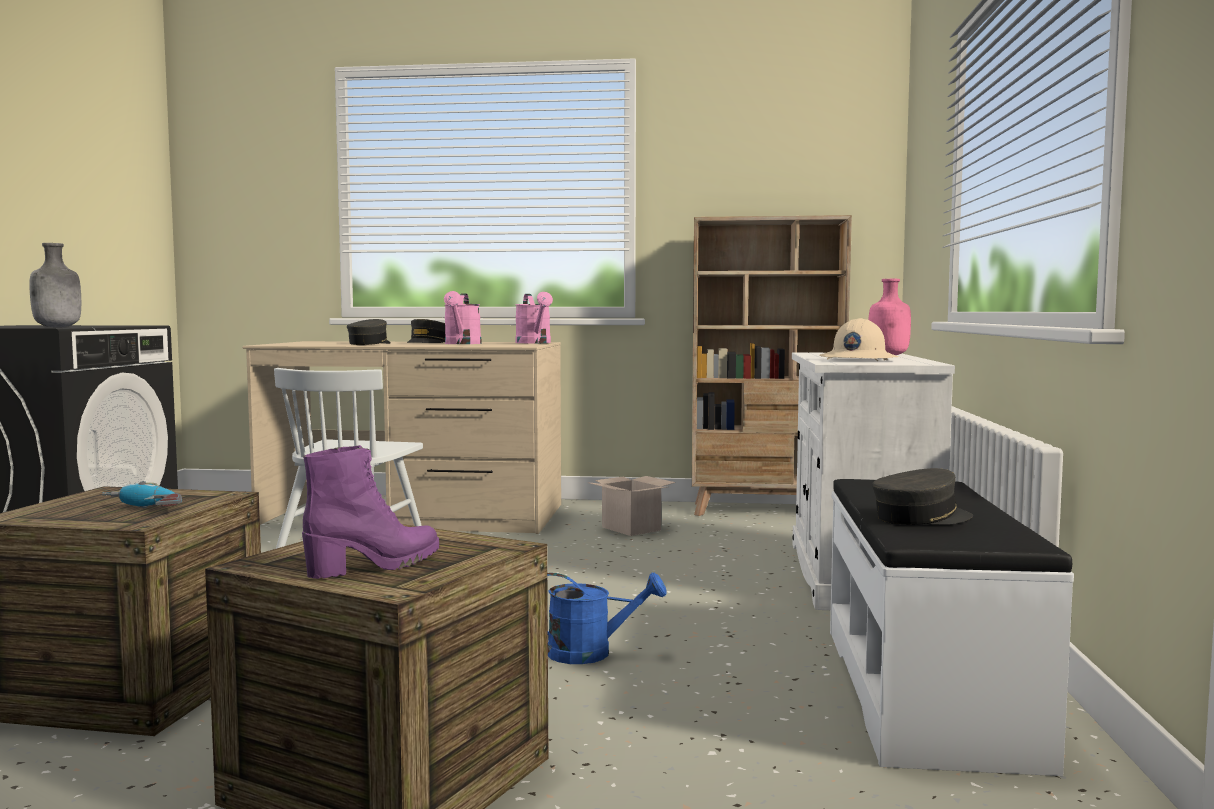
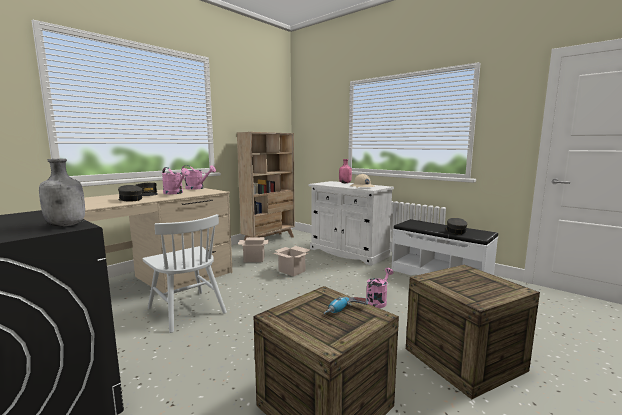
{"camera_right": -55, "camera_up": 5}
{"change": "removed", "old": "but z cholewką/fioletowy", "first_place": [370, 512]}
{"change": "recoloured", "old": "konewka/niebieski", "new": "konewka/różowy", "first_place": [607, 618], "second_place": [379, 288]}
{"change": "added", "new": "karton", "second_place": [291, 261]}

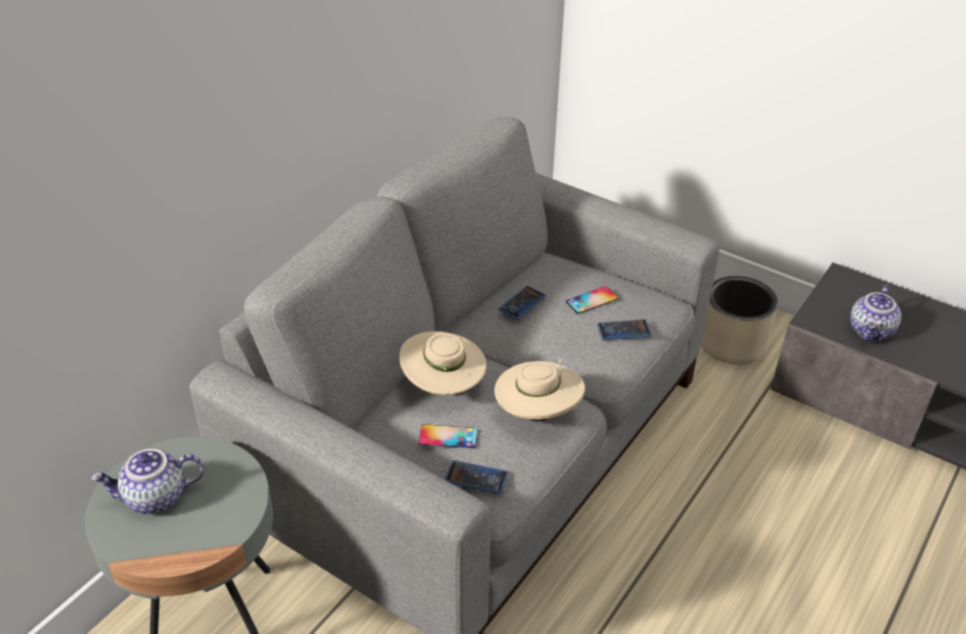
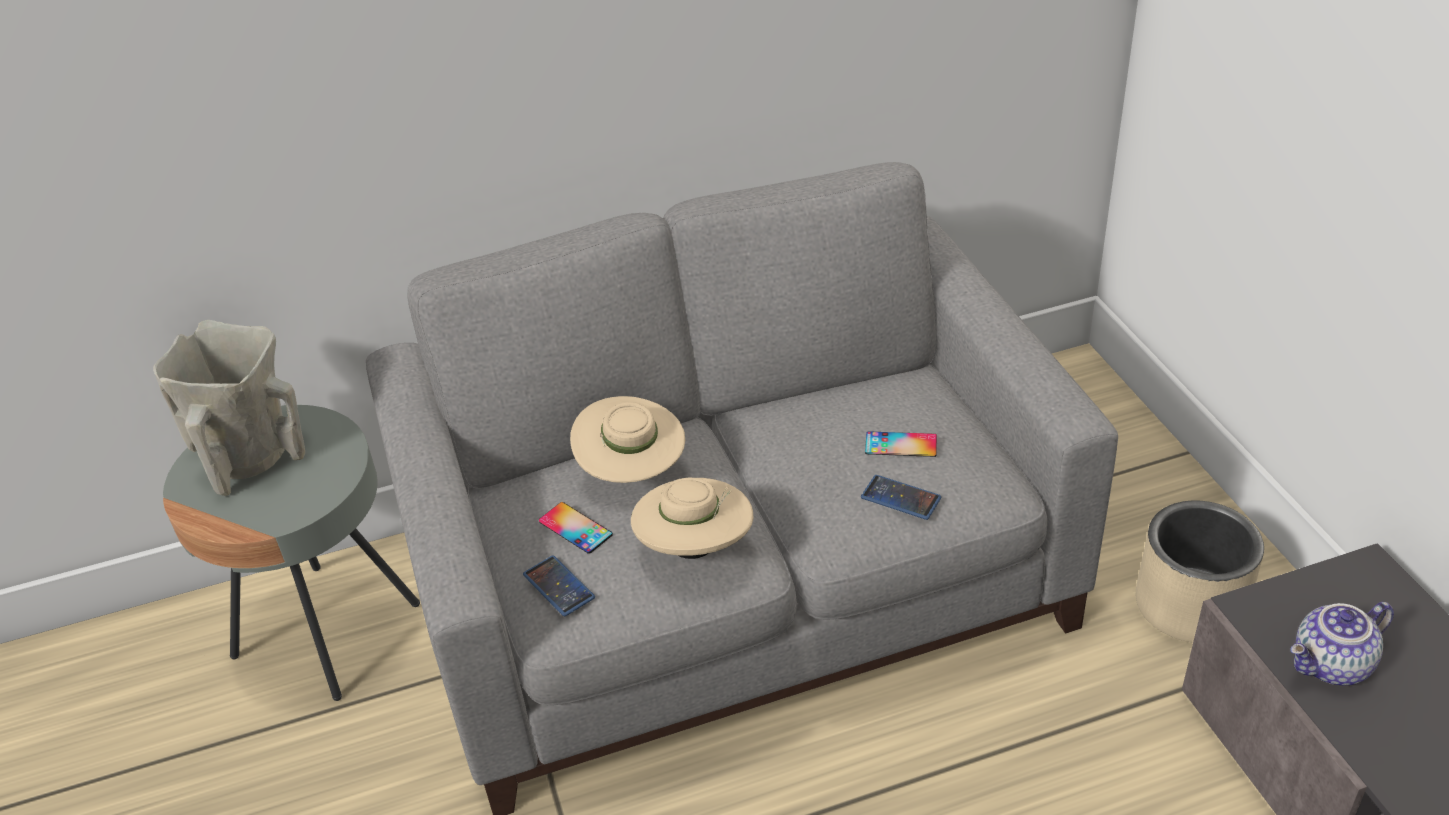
{"camera_right": 40, "camera_up": 0}
{"change": "replaced", "old": "imbryk", "new": "wazon/beżowy", "first_place": [147, 481], "second_place": [229, 408]}
{"change": "removed", "old": "telefon", "first_place": [522, 303]}

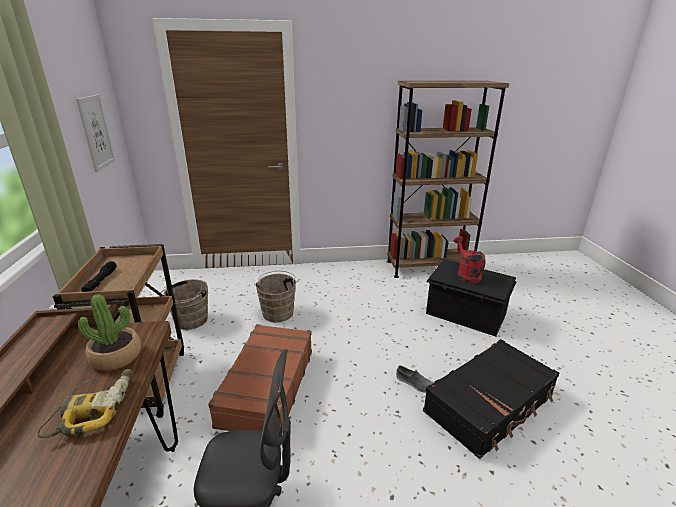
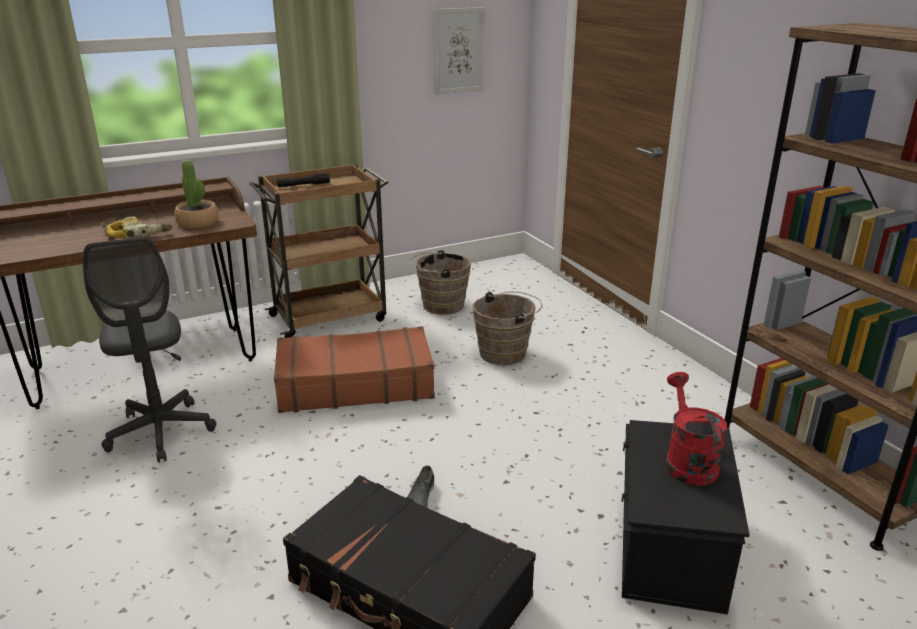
{"camera_right": 70, "camera_up": 0}
{"change": "turned", "old": "konewka/czerwony", "first_place": [469, 259], "second_place": [696, 429], "degrees": -60}

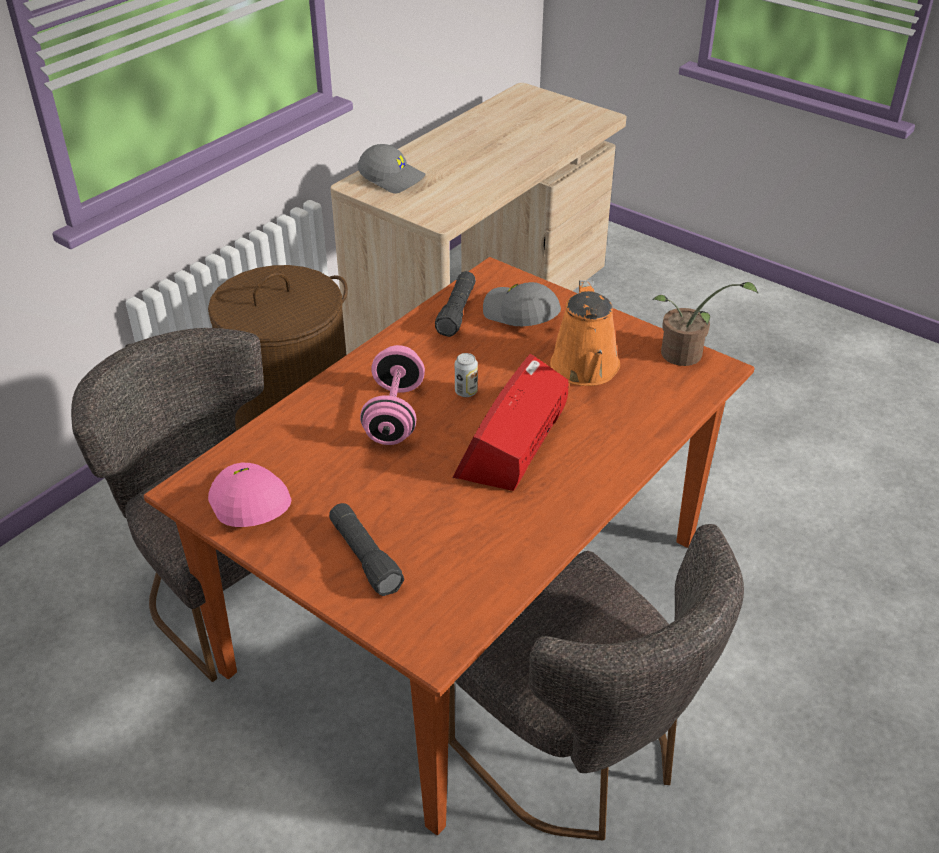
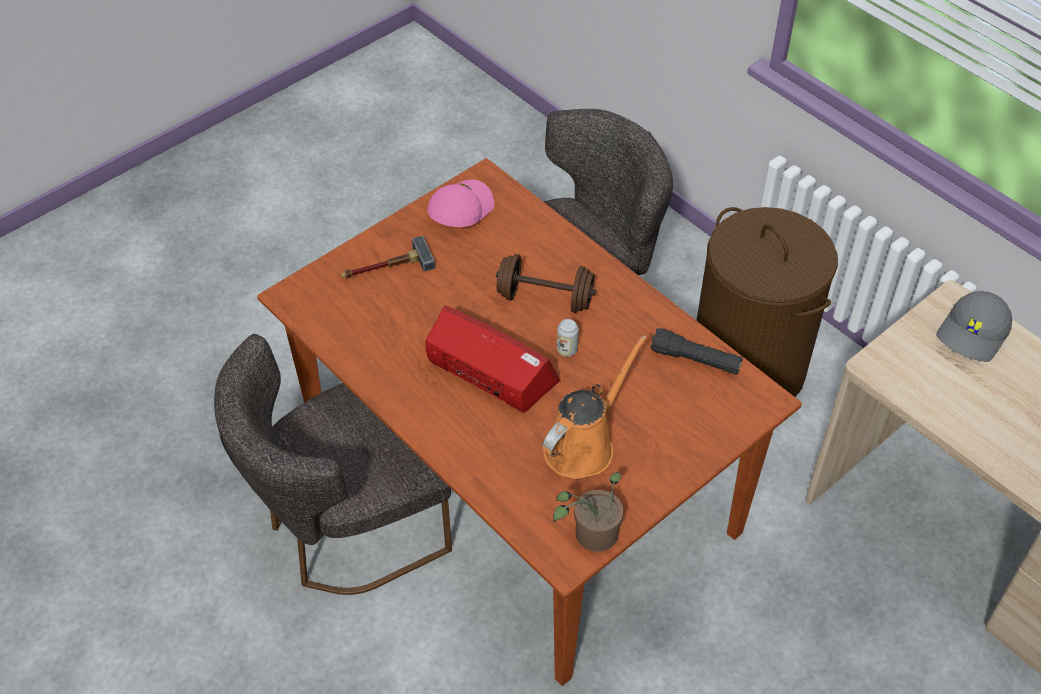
{"camera_right": 100, "camera_up": 10}
{"change": "turned", "old": "czapka z daszkiem/różowy", "first_place": [249, 495], "second_place": [460, 203], "degrees": -45}
{"change": "replaced", "old": "latarka/czarny", "new": "młotek", "first_place": [366, 549], "second_place": [388, 257]}
{"change": "recoloured", "old": "hantel/różowy", "new": "hantel/brązowy", "first_place": [392, 395], "second_place": [546, 283]}
{"change": "removed", "old": "czapka z daszkiem/szary", "first_place": [522, 304]}
{"change": "turned", "old": "konewka/pomarańczowy", "first_place": [585, 333], "second_place": [594, 407], "degrees": 120}

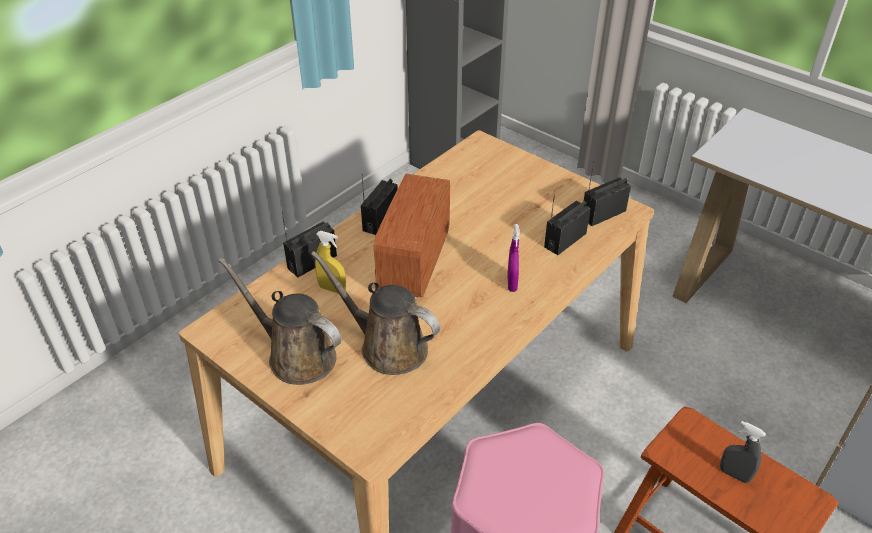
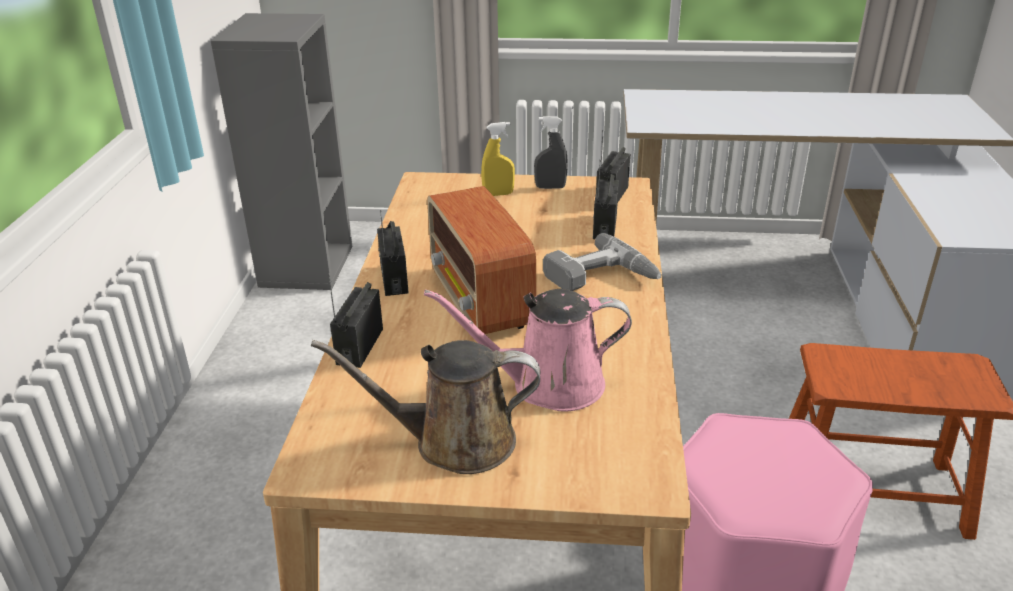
{"camera_right": -35, "camera_up": -10}
{"change": "recoloured", "old": "konewka/brązowy", "new": "konewka/różowy", "first_place": [375, 313], "second_place": [528, 350]}
{"change": "moved", "old": "spryskiwacz/żółty", "first_place": [330, 262], "second_place": [498, 159]}
{"change": "replaced", "old": "spryskiwacz/fioletowy", "new": "wiertarka", "first_place": [513, 258], "second_place": [602, 262]}
{"change": "moved", "old": "spryskiwacz/szary", "first_place": [743, 452], "second_place": [551, 152]}

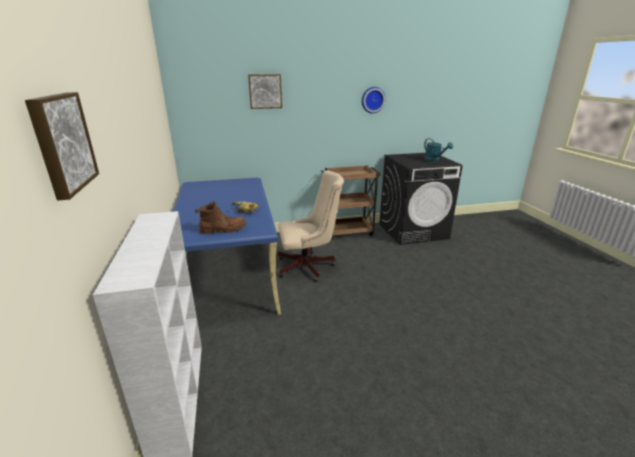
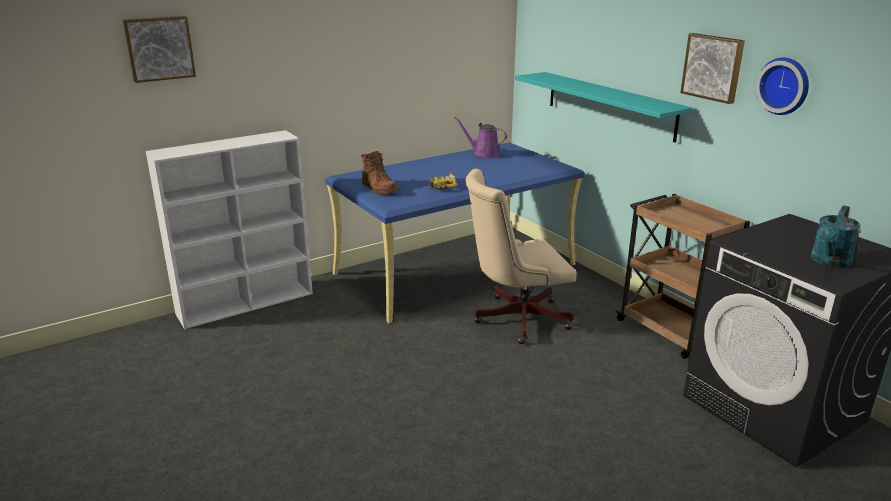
{"camera_right": 70, "camera_up": 0}
{"change": "moved", "old": "obraz", "first_place": [265, 91], "second_place": [712, 68]}
{"change": "turned", "old": "krzesło biurowe/beżowy", "first_place": [311, 226], "second_place": [521, 256], "degrees": 105}
{"change": "added", "new": "konewka/fioletowy", "second_place": [480, 138]}
{"change": "added", "new": "półka/turkusowy", "second_place": [604, 107]}

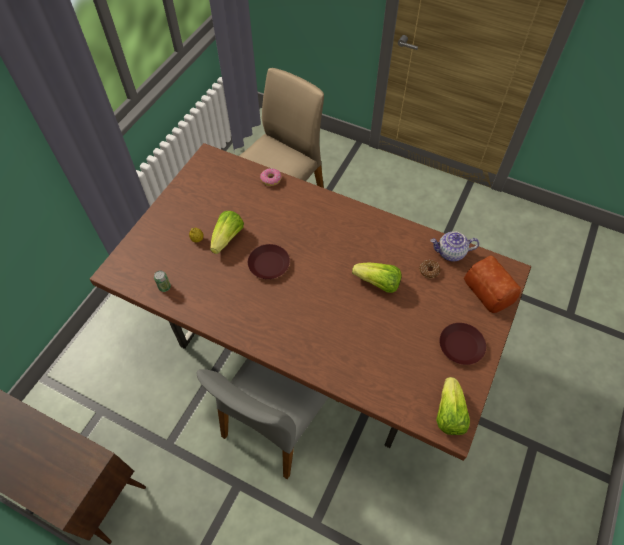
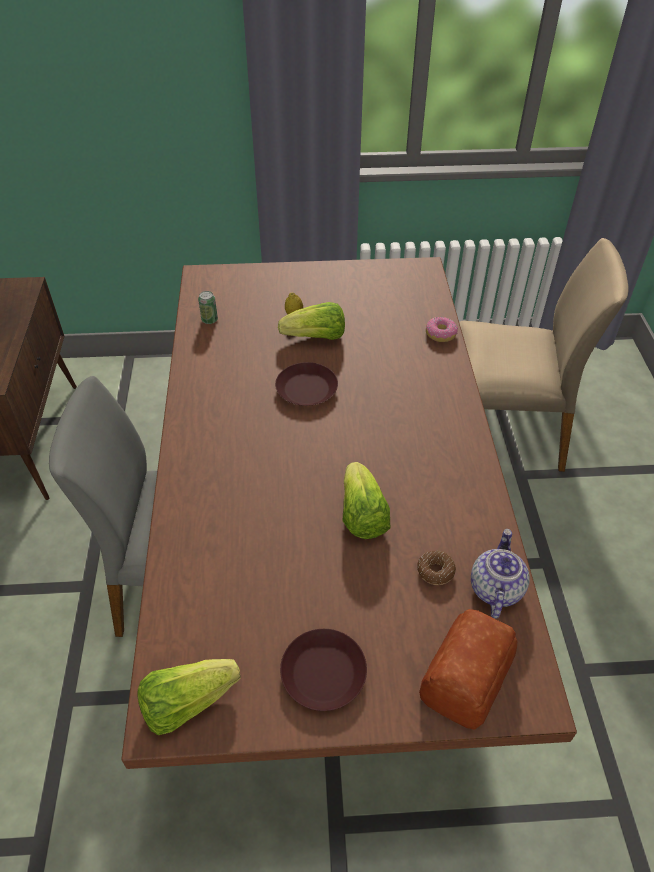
{"camera_right": 60, "camera_up": -10}
{"change": "turned", "old": "imbryk", "first_place": [454, 246], "second_place": [500, 574], "degrees": 45}

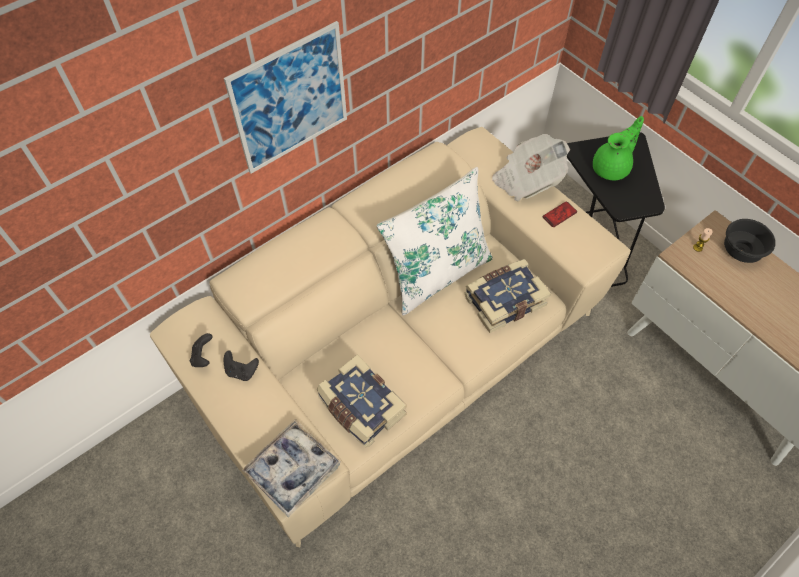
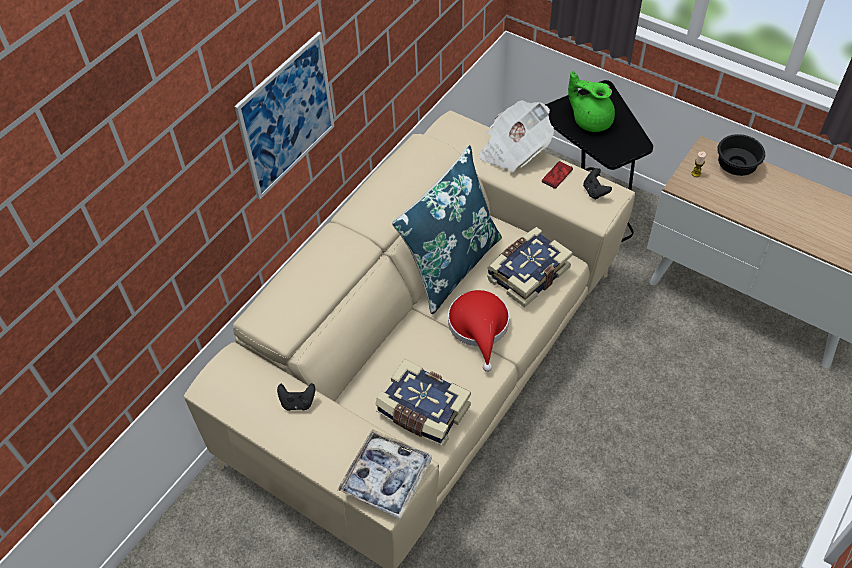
{"camera_right": -15, "camera_up": -5}
{"change": "moved", "old": "pad do gier/czarny", "first_place": [201, 350], "second_place": [597, 184]}
{"change": "recoloured", "old": "poduszka/biały", "new": "poduszka/niebieski", "first_place": [434, 241], "second_place": [447, 229]}
{"change": "turned", "old": "imbryk/zielony", "first_place": [618, 148], "second_place": [591, 101], "degrees": -90}
{"change": "added", "new": "kapelusz/czerwony", "second_place": [478, 331]}

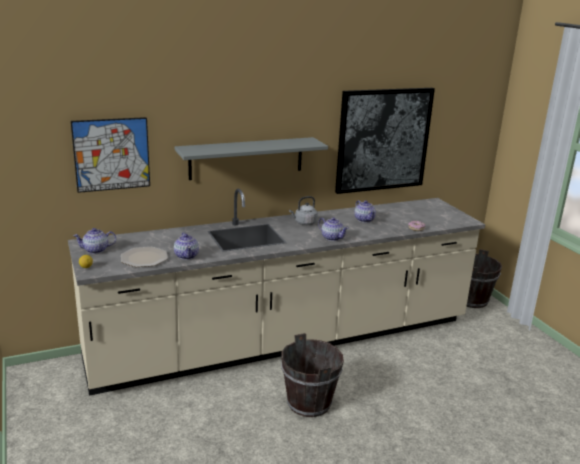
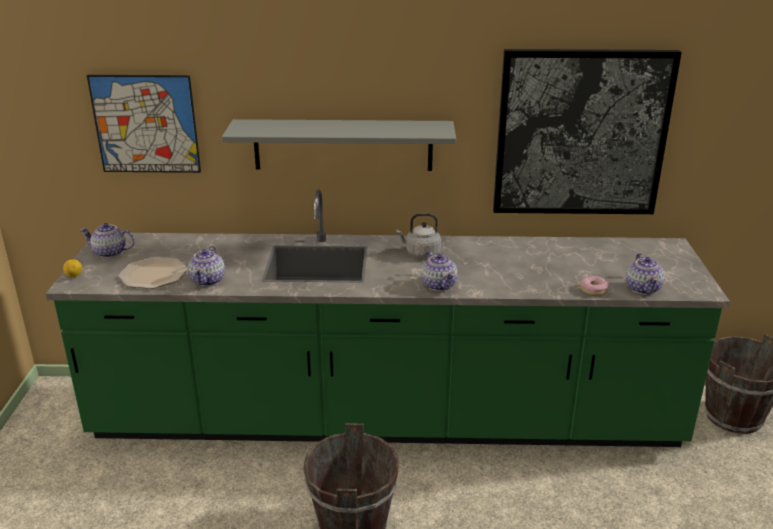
{"camera_right": 25, "camera_up": 5}
{"change": "recoloured", "old": "zabudowa kuchenna/beżowy", "new": "zabudowa kuchenna/zielony", "first_place": [276, 292], "second_place": [388, 318]}
{"change": "moved", "old": "imbryk", "first_place": [365, 211], "second_place": [645, 274]}

